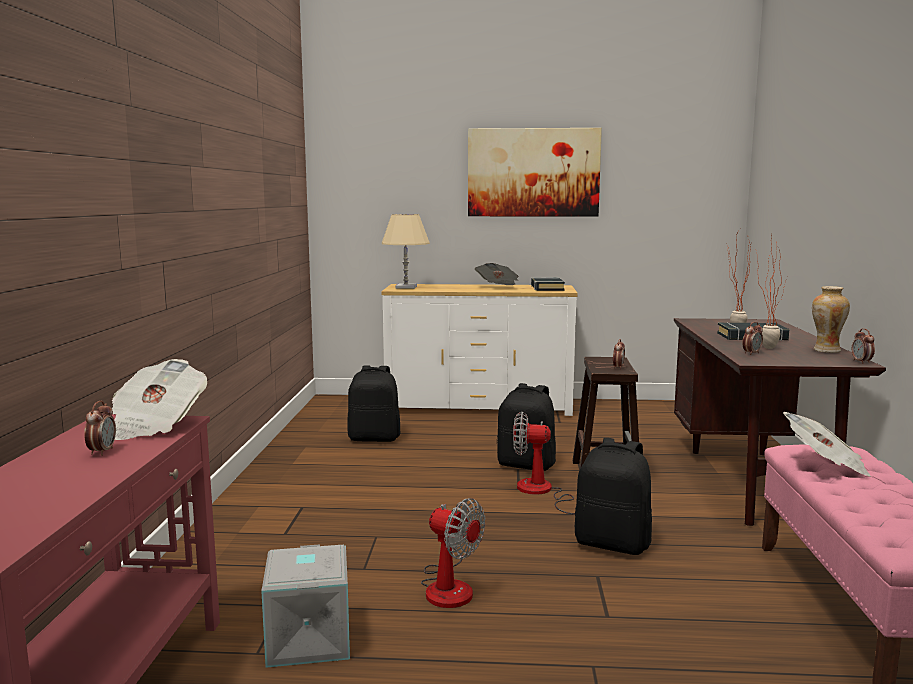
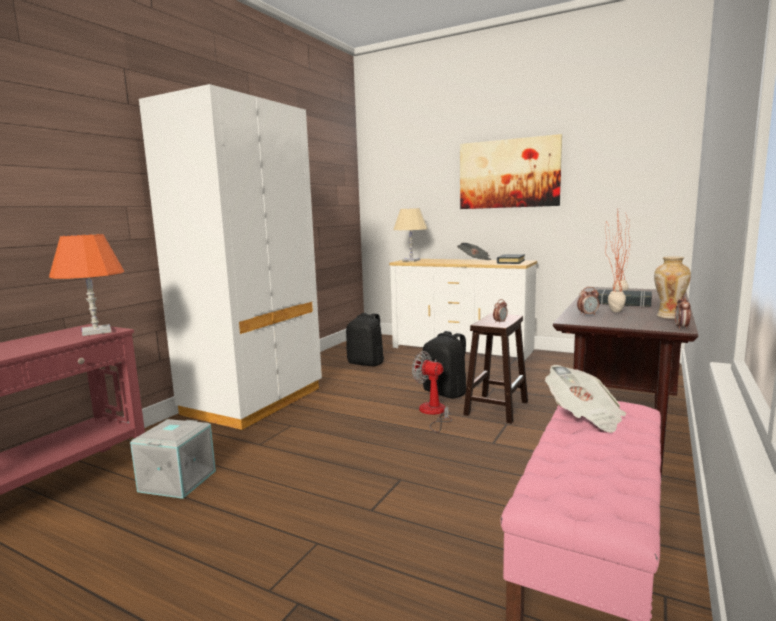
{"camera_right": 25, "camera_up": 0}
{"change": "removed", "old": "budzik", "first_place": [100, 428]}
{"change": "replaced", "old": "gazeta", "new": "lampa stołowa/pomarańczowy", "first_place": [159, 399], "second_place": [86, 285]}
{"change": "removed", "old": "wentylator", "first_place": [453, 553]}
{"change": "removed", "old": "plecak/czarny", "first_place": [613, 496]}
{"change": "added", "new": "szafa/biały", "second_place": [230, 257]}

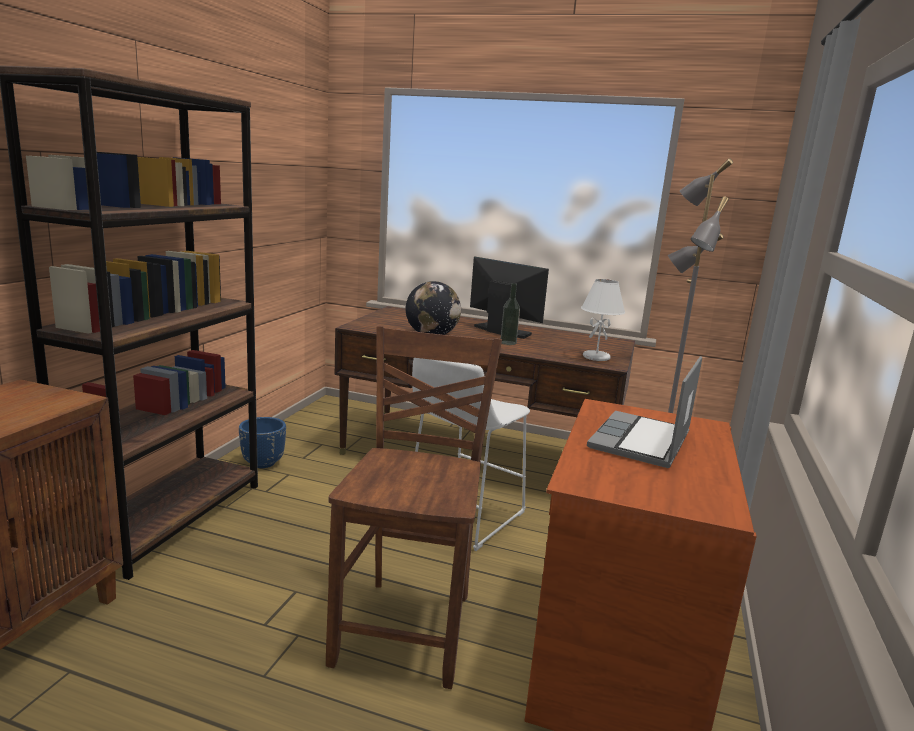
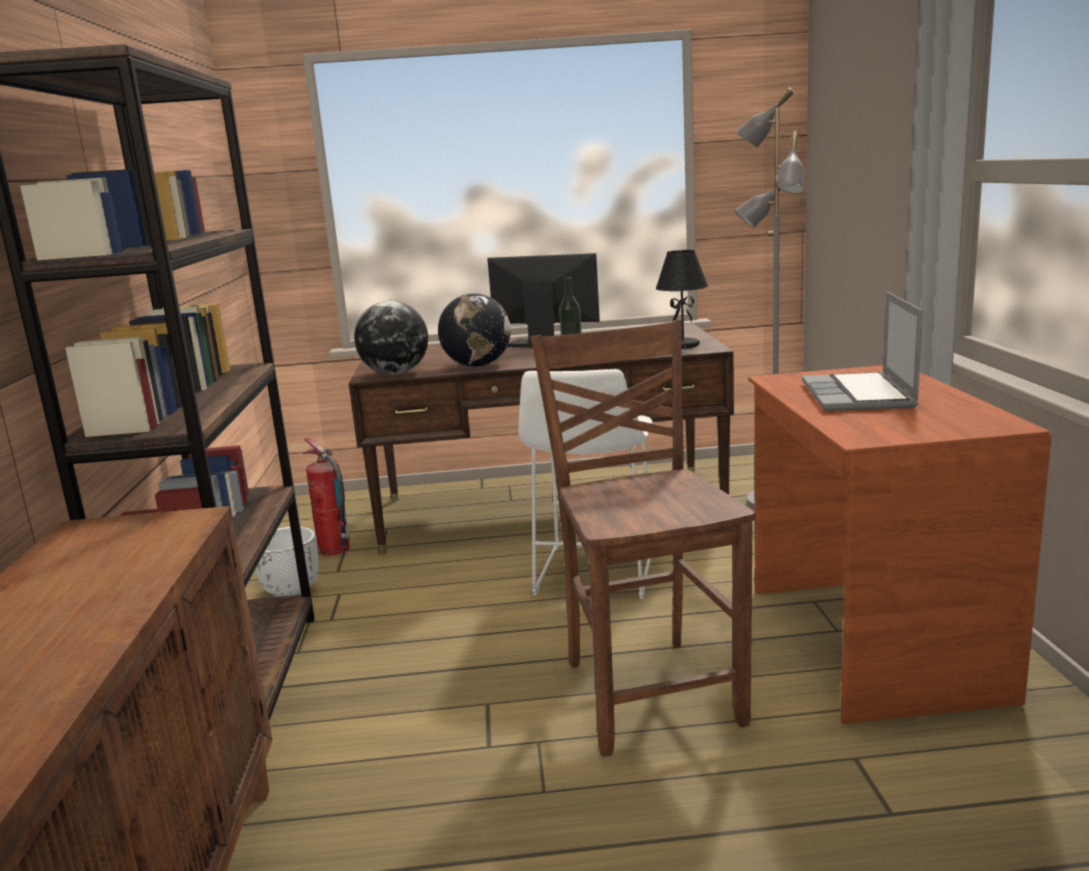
{"camera_right": -20, "camera_up": 0}
{"change": "recoloured", "old": "donica/niebieski", "new": "donica/biały", "first_place": [262, 442], "second_place": [286, 562]}
{"change": "recoloured", "old": "lampa stołowa/biały", "new": "lampa stołowa/czarny", "first_place": [603, 320], "second_place": [681, 299]}
{"change": "added", "new": "gaśnica", "second_place": [326, 496]}
{"change": "added", "new": "globus", "second_place": [391, 338]}

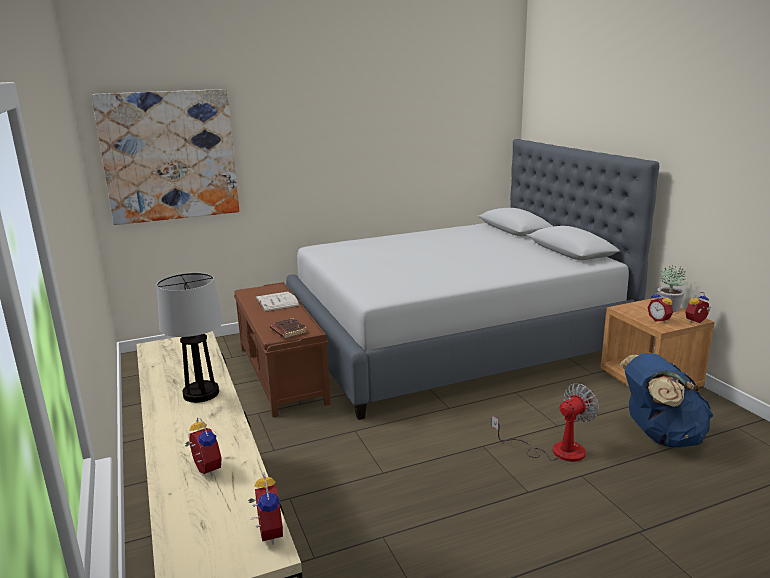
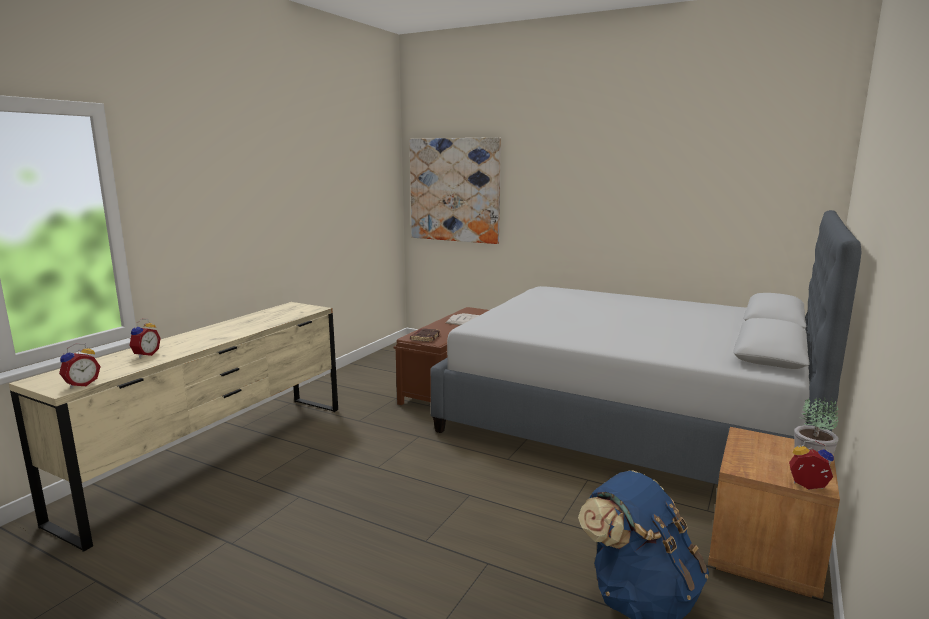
{"camera_right": 50, "camera_up": -5}
{"change": "removed", "old": "lampa stołowa", "first_place": [190, 338]}
{"change": "removed", "old": "wentylator", "first_place": [545, 422]}
{"change": "removed", "old": "budzik", "first_place": [660, 307]}

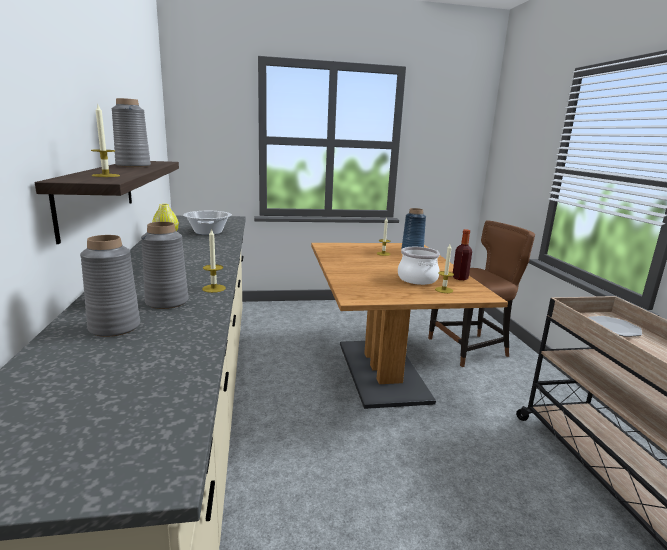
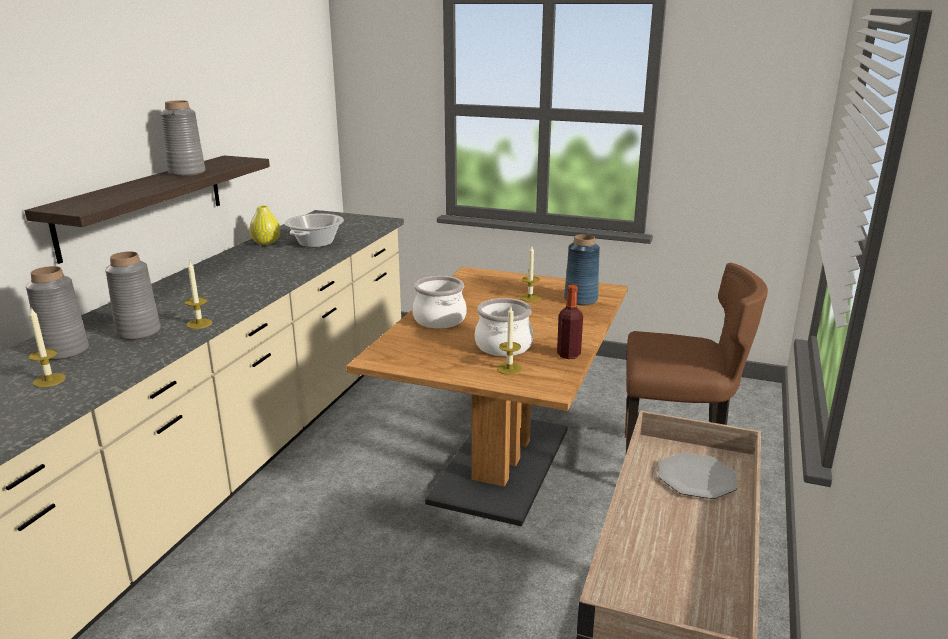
{"camera_right": 30, "camera_up": 5}
{"change": "moved", "old": "świeca", "first_place": [105, 141], "second_place": [47, 347]}
{"change": "added", "new": "garnek", "second_place": [439, 302]}

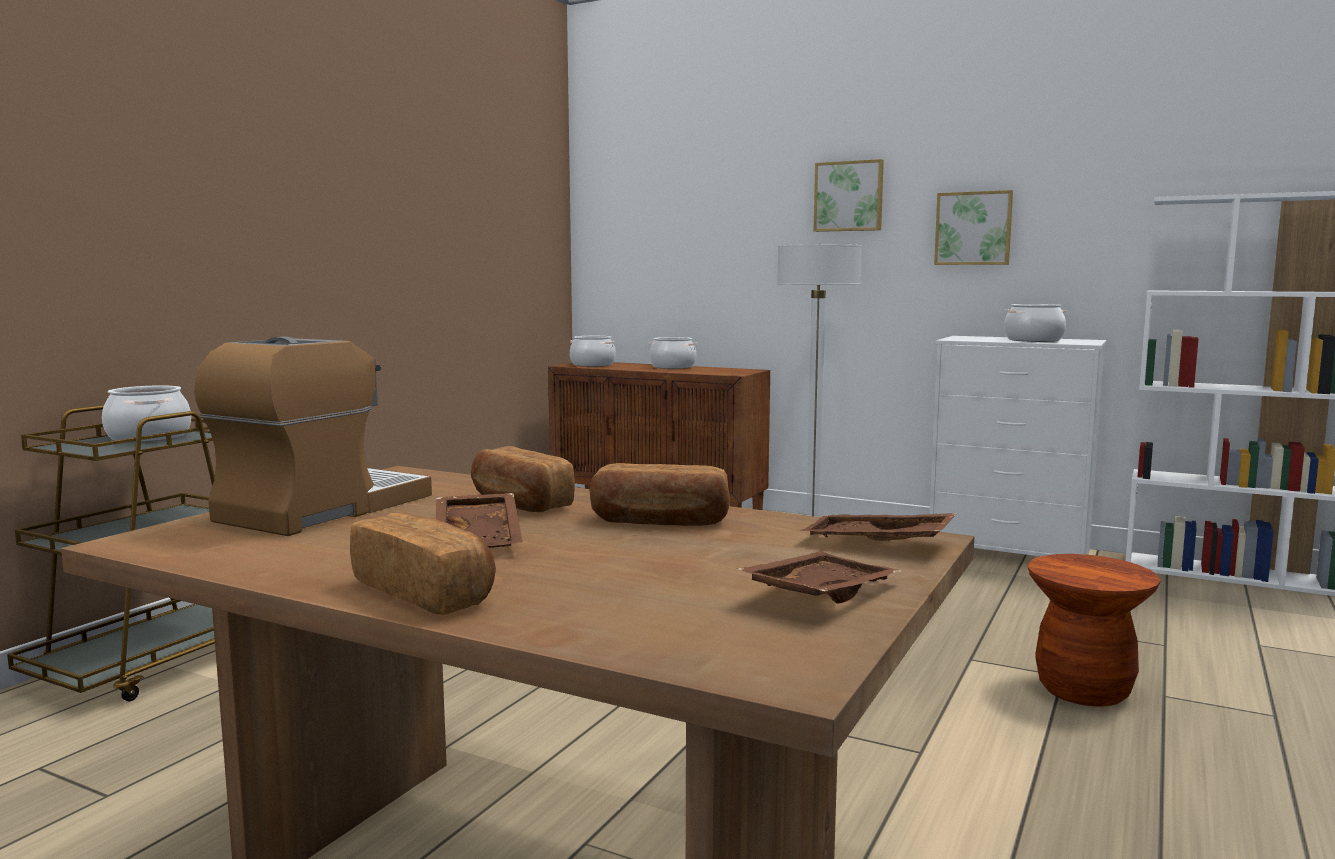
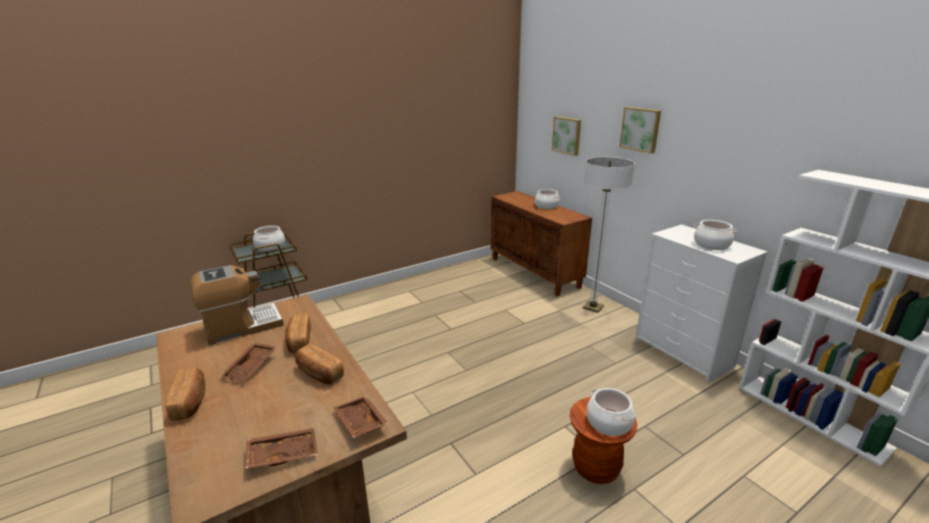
{"camera_right": 30, "camera_up": 15}
{"change": "moved", "old": "garnek", "first_place": [593, 351], "second_place": [611, 412]}
{"change": "moved", "old": "obraz", "first_place": [973, 227], "second_place": [566, 136]}

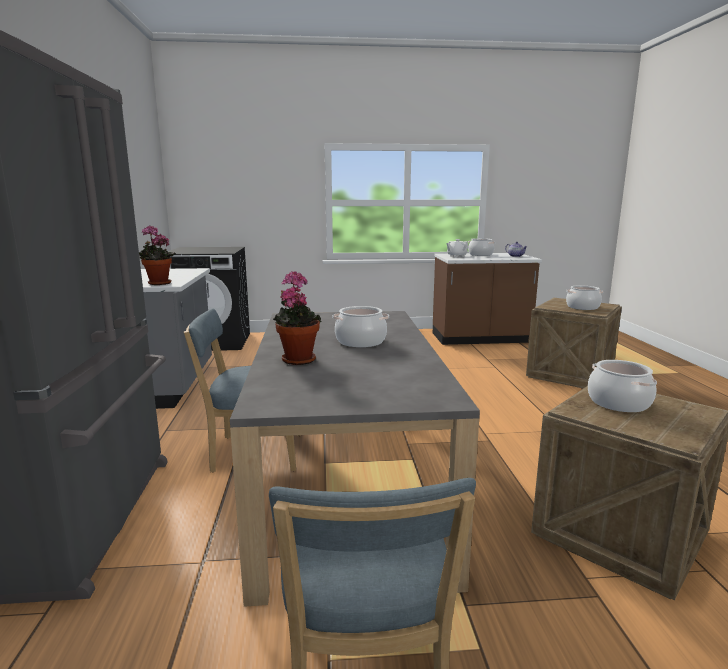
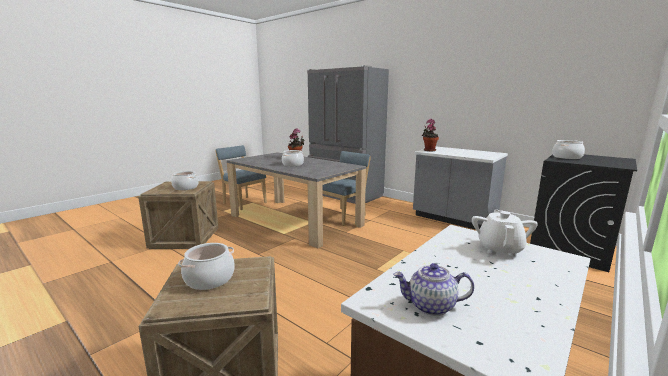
{"camera_right": 135, "camera_up": 0}
{"change": "moved", "old": "garnek", "first_place": [481, 247], "second_place": [568, 149]}

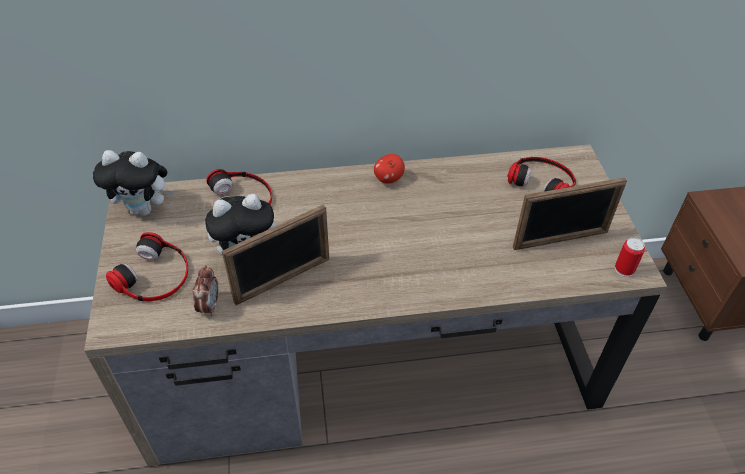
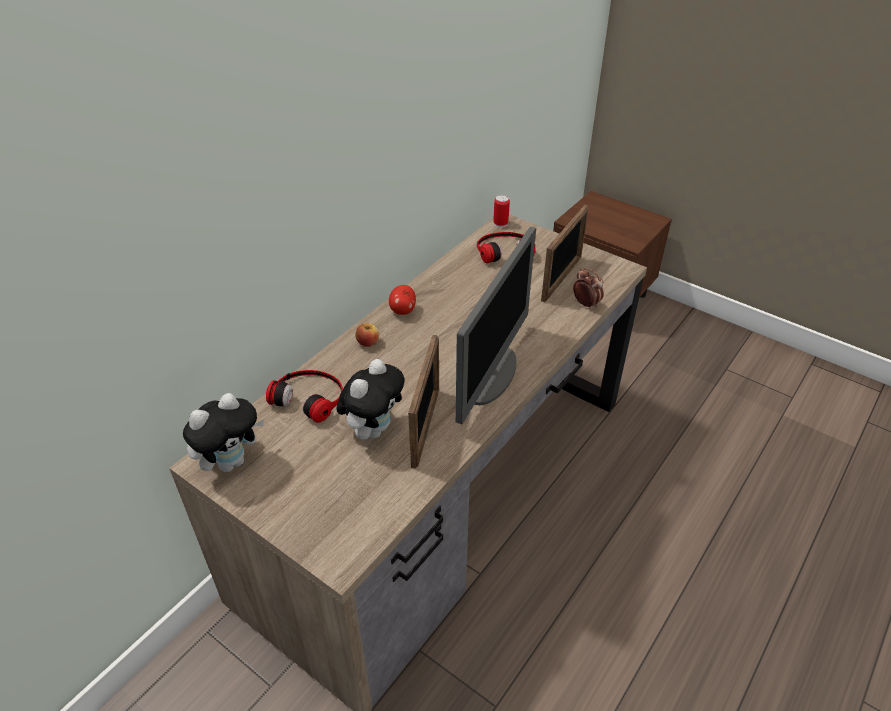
{"camera_right": -45, "camera_up": -5}
{"change": "removed", "old": "słuchawki", "first_place": [147, 266]}
{"change": "moved", "old": "budzik", "first_place": [205, 290], "second_place": [588, 288]}
{"change": "moved", "old": "puszka", "first_place": [630, 257], "second_place": [501, 211]}
{"change": "added", "new": "jabłko", "second_place": [367, 335]}
{"change": "added", "new": "monitor", "second_place": [496, 325]}

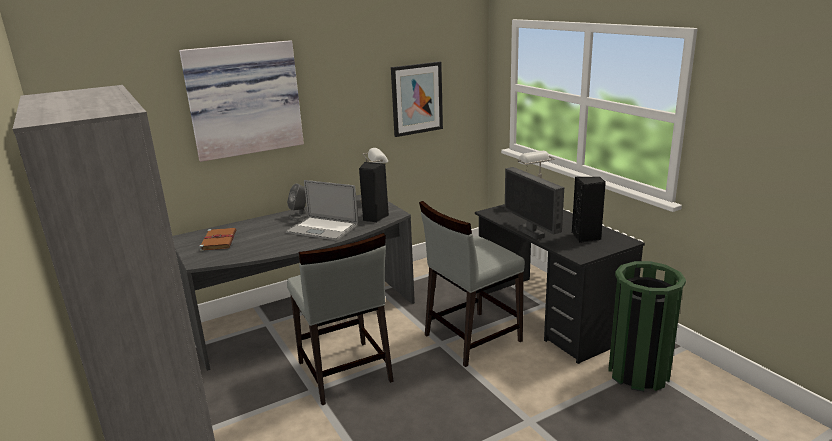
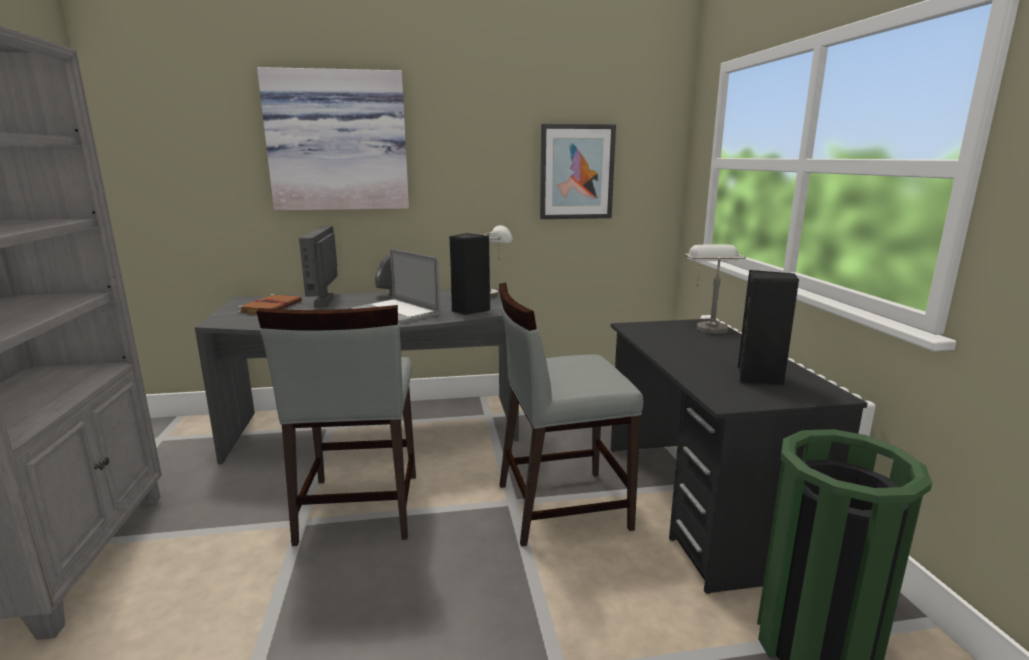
{"camera_right": 20, "camera_up": -5}
{"change": "moved", "old": "monitor", "first_place": [534, 203], "second_place": [318, 266]}

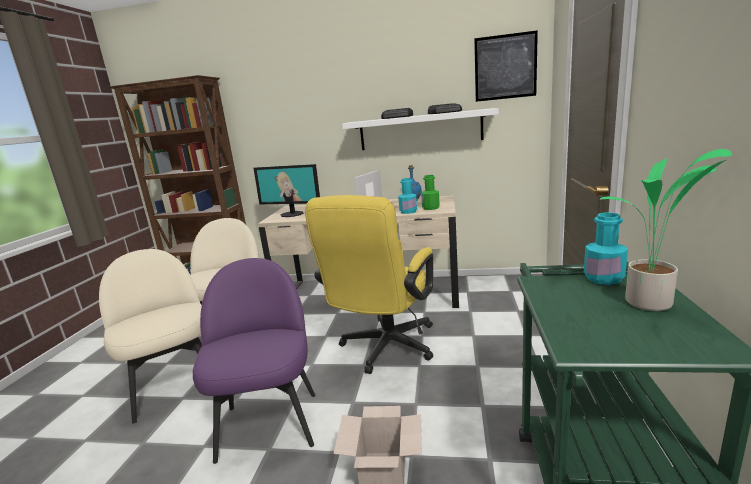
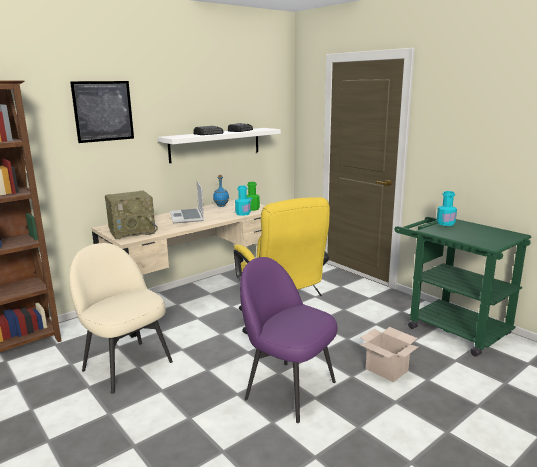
{"camera_right": -50, "camera_up": 0}
{"change": "removed", "old": "krzesło/beżowy", "first_place": [150, 336]}
{"change": "replaced", "old": "monitor", "new": "radio", "first_place": [286, 190], "second_place": [131, 215]}
{"change": "moved", "old": "obraz", "first_place": [506, 66], "second_place": [102, 112]}
{"change": "removed", "old": "roślina doniczkowa", "first_place": [665, 230]}

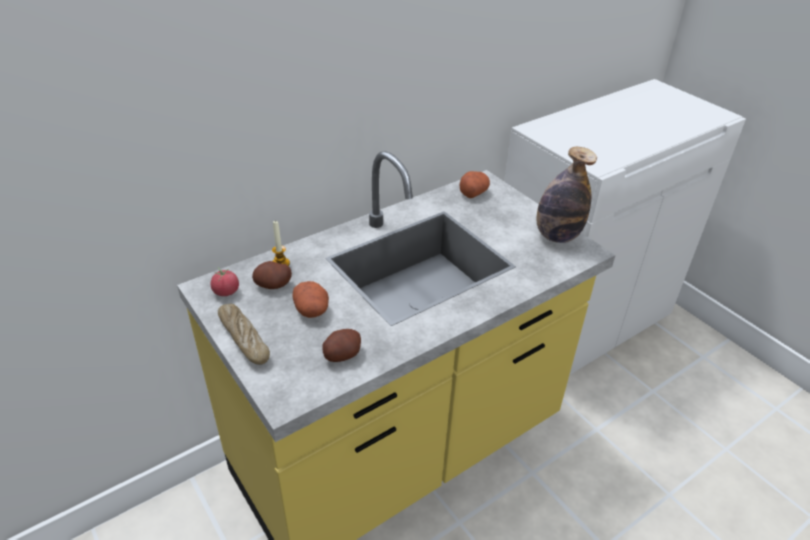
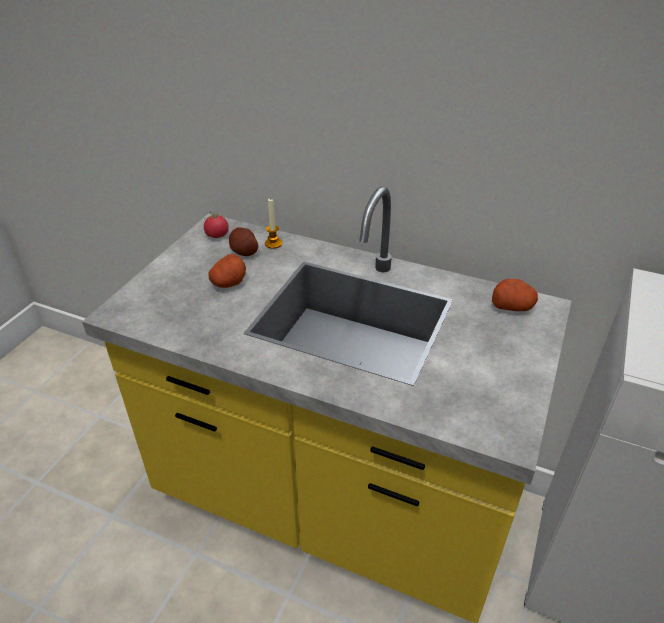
{"camera_right": 60, "camera_up": 0}
{"change": "removed", "old": "chleb", "first_place": [244, 334]}
{"change": "removed", "old": "ziemniak", "first_place": [341, 345]}
{"change": "removed", "old": "butelka", "first_place": [566, 195]}

